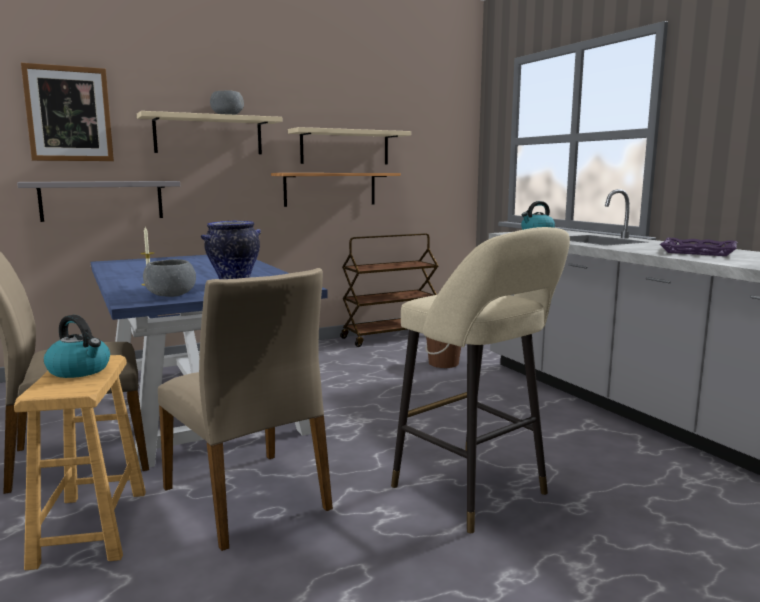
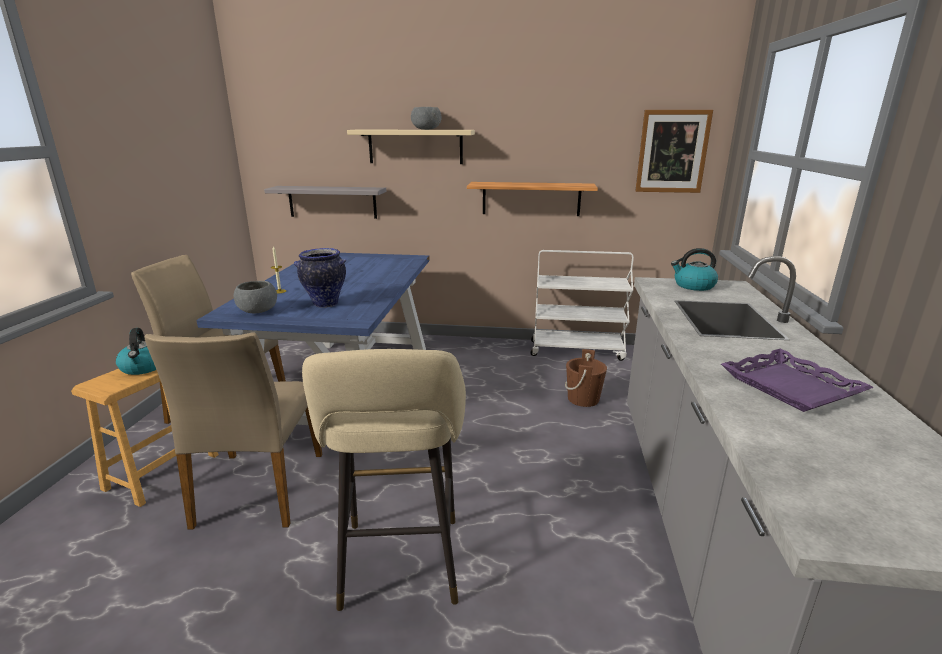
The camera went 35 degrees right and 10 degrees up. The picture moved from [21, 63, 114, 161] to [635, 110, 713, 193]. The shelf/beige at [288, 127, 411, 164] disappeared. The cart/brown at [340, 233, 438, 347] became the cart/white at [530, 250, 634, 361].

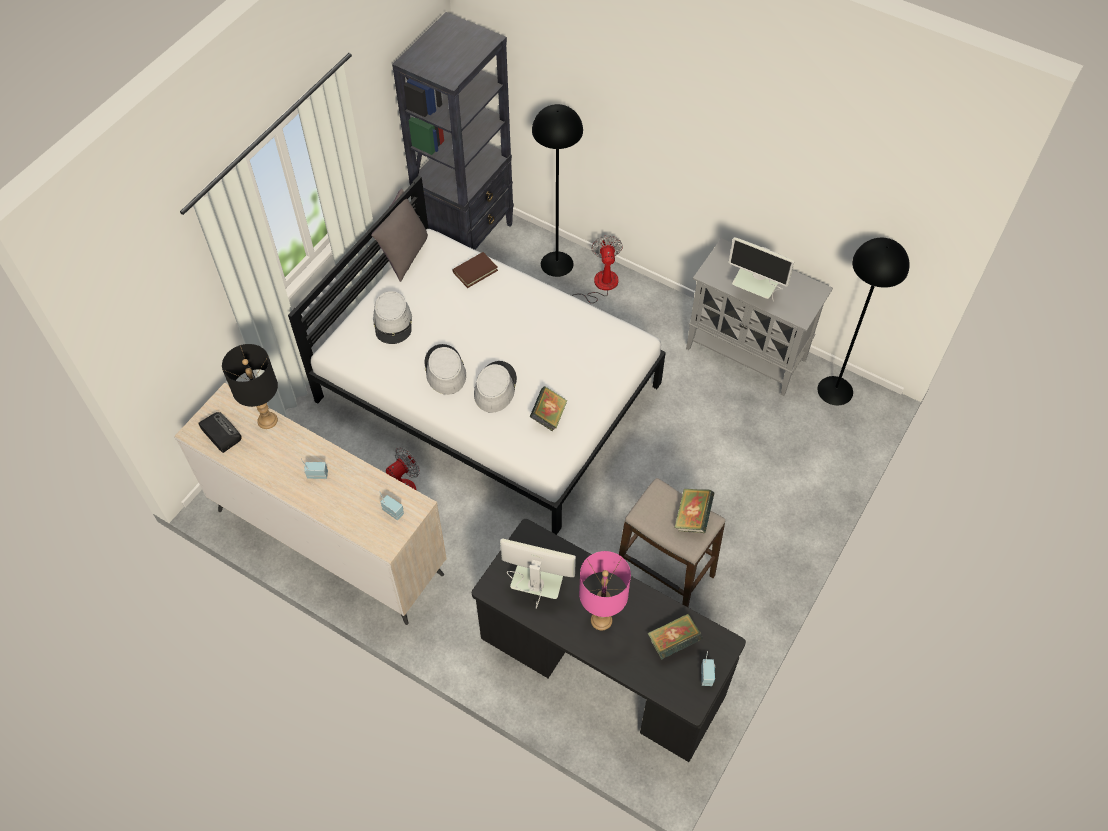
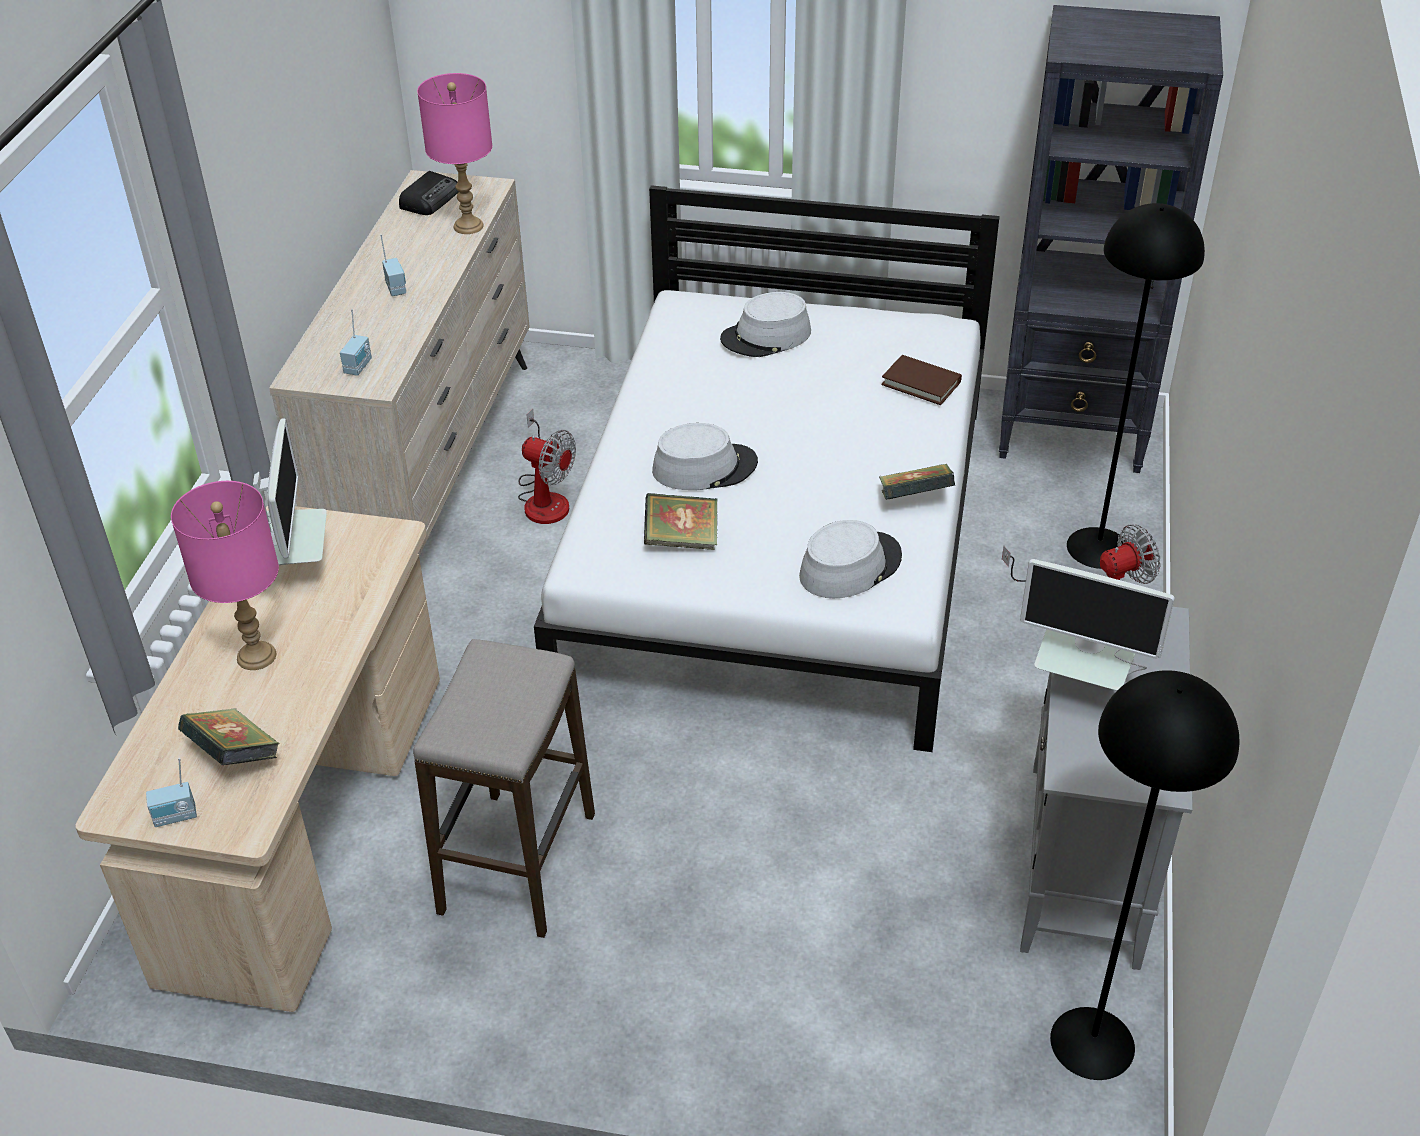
The camera went 70 degrees right and 15 degrees down. The table lamp/black at [222, 344, 278, 429] became the table lamp/pink at [417, 73, 492, 234]. The pillow/grey at [371, 189, 428, 282] disappeared. The hat/grey moved from [424, 344, 466, 395] to [799, 520, 902, 598]. The desk/black at [472, 519, 746, 762] became the desk/beige at [75, 506, 440, 1012]. The book moved from [674, 489, 714, 533] to [879, 464, 955, 500]. The monitor at [728, 237, 794, 301] turned 75 degrees counterclockwise.

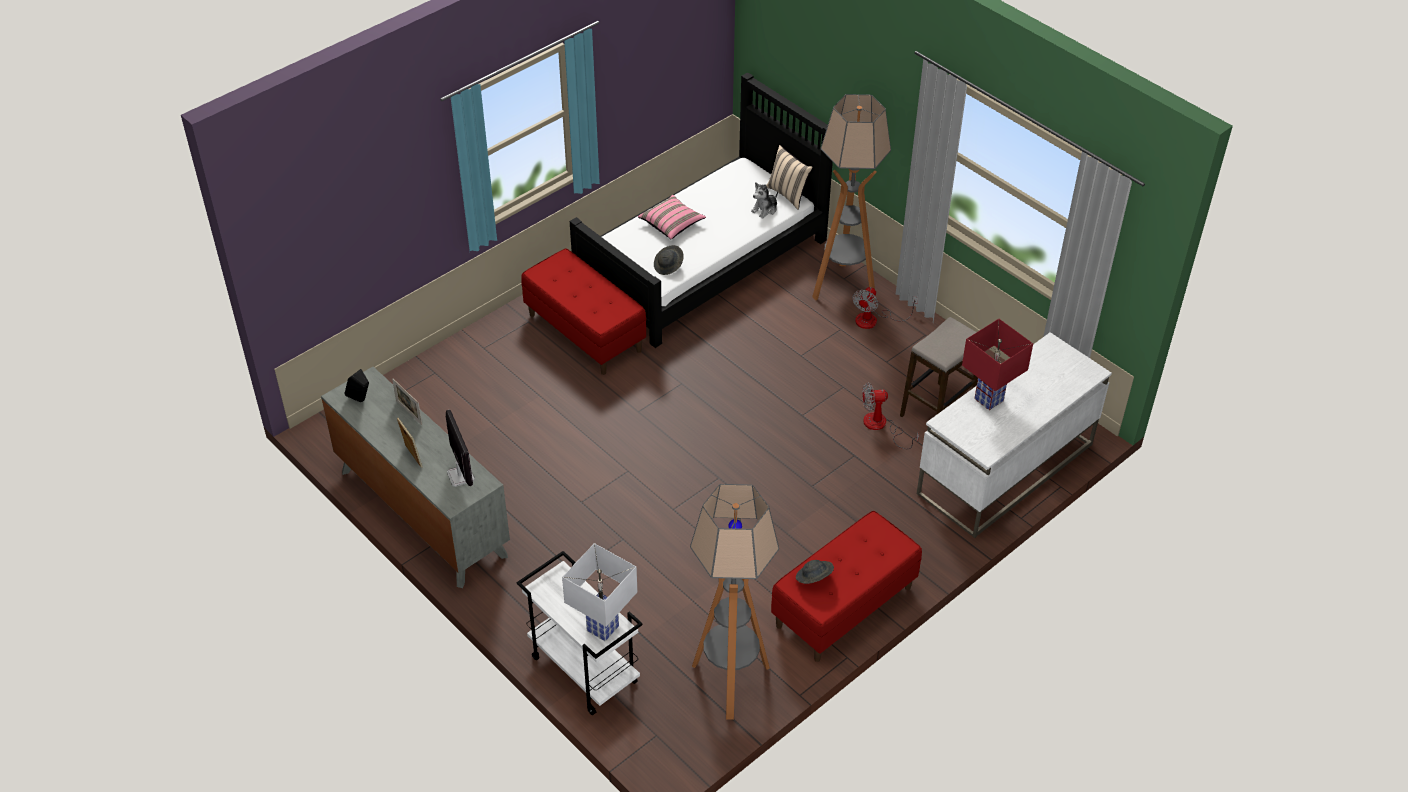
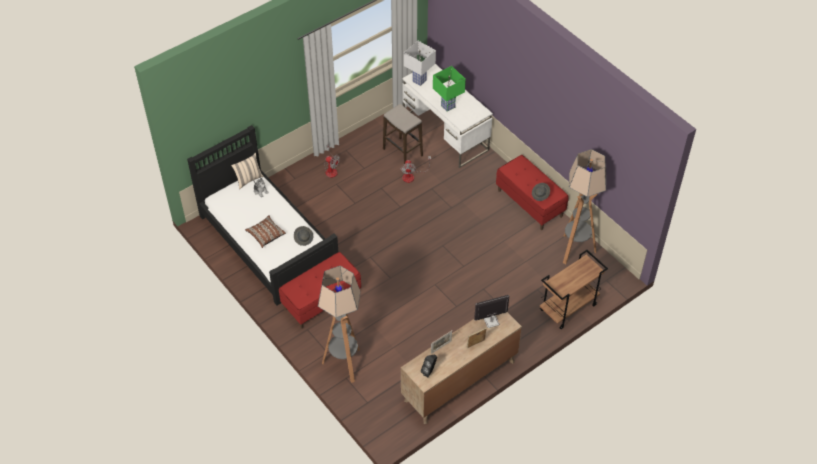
The camera went 85 degrees left and 5 degrees up. The dresser/grey at [321, 367, 510, 588] became the dresser/brown at [401, 312, 522, 424]. The cart/white at [517, 551, 643, 715] became the cart/brown at [540, 250, 608, 329]. The table lamp/white moved from [562, 543, 637, 641] to [404, 41, 436, 86]. The pillow/pink at [638, 195, 706, 239] became the pillow/brown at [245, 215, 286, 248]. The floor lamp moved from [812, 94, 891, 301] to [318, 266, 361, 383]. The table lamp/red at [962, 319, 1033, 410] became the table lamp/green at [433, 66, 466, 112].

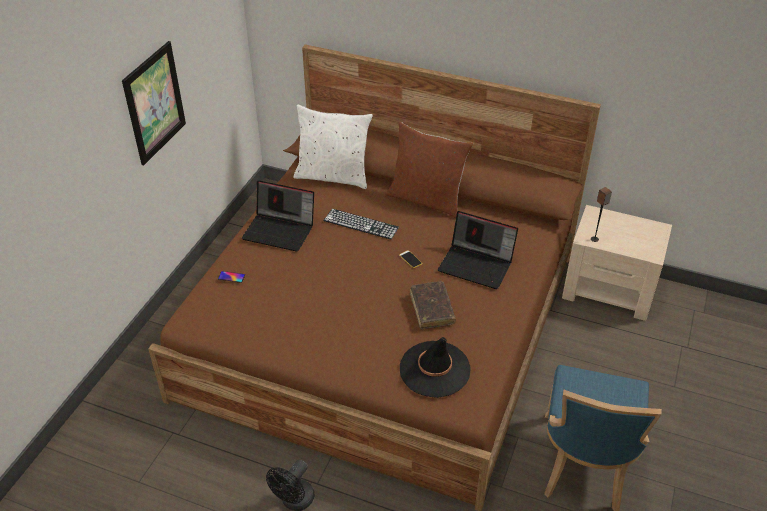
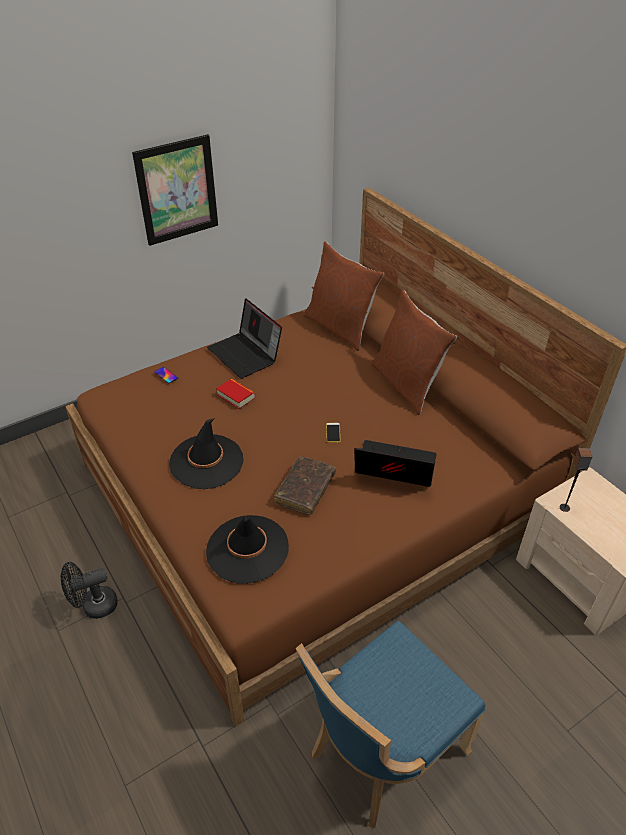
The camera went 35 degrees right and 0 degrees up. The pillow/white at [294, 104, 373, 189] became the pillow/brown at [304, 241, 384, 351]. The keyboard at [323, 209, 399, 239] disappeared. The laptop at [438, 211, 518, 289] turned 135 degrees clockwise. The hat/black at [169, 418, 244, 489] appeared. The book at [216, 379, 255, 409] appeared.

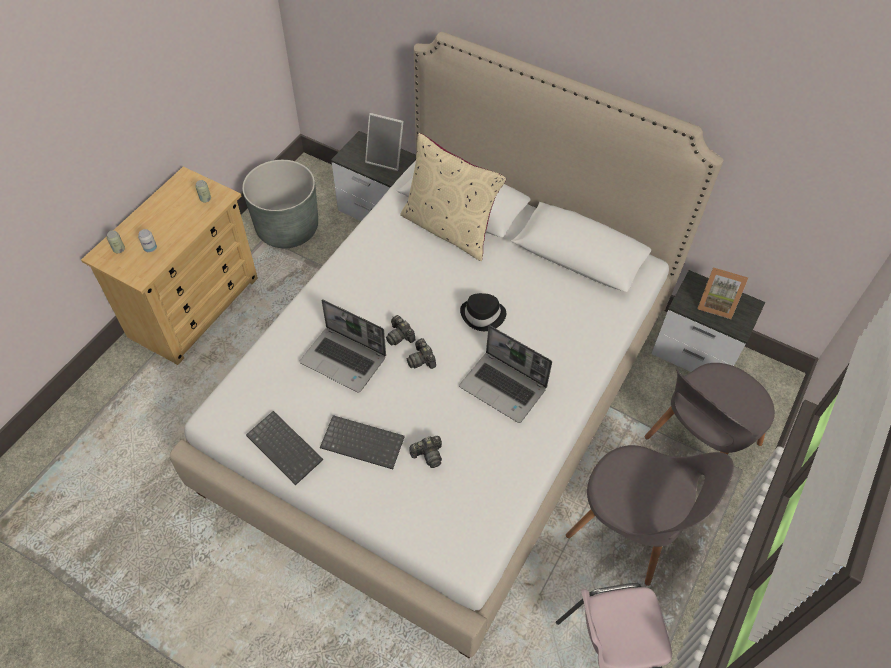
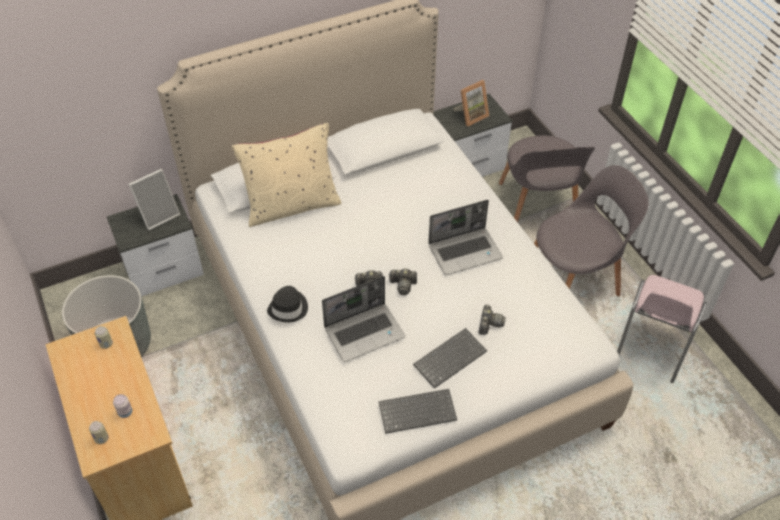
The camera went 55 degrees left and 5 degrees down. The hat/black moved from [460, 293, 506, 331] to [267, 286, 308, 323].

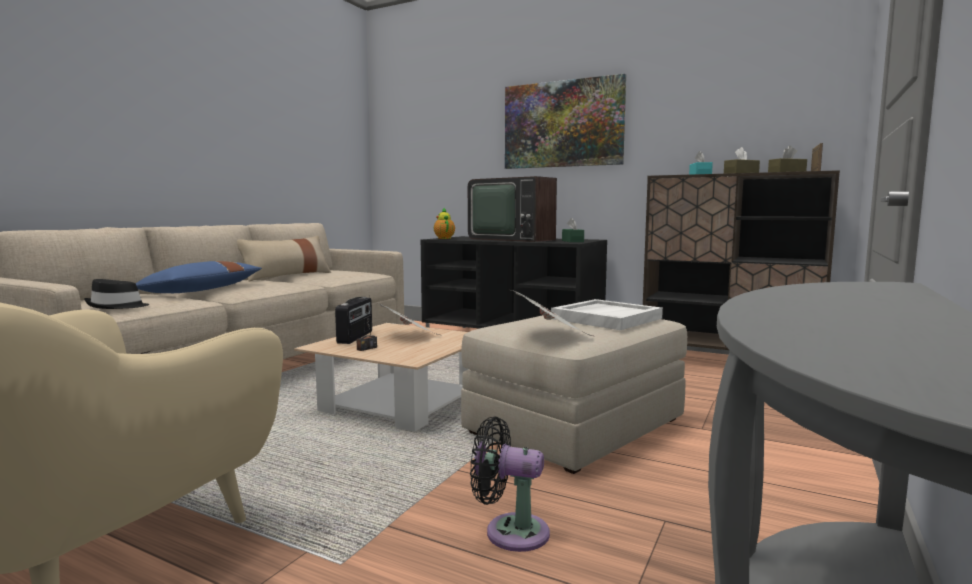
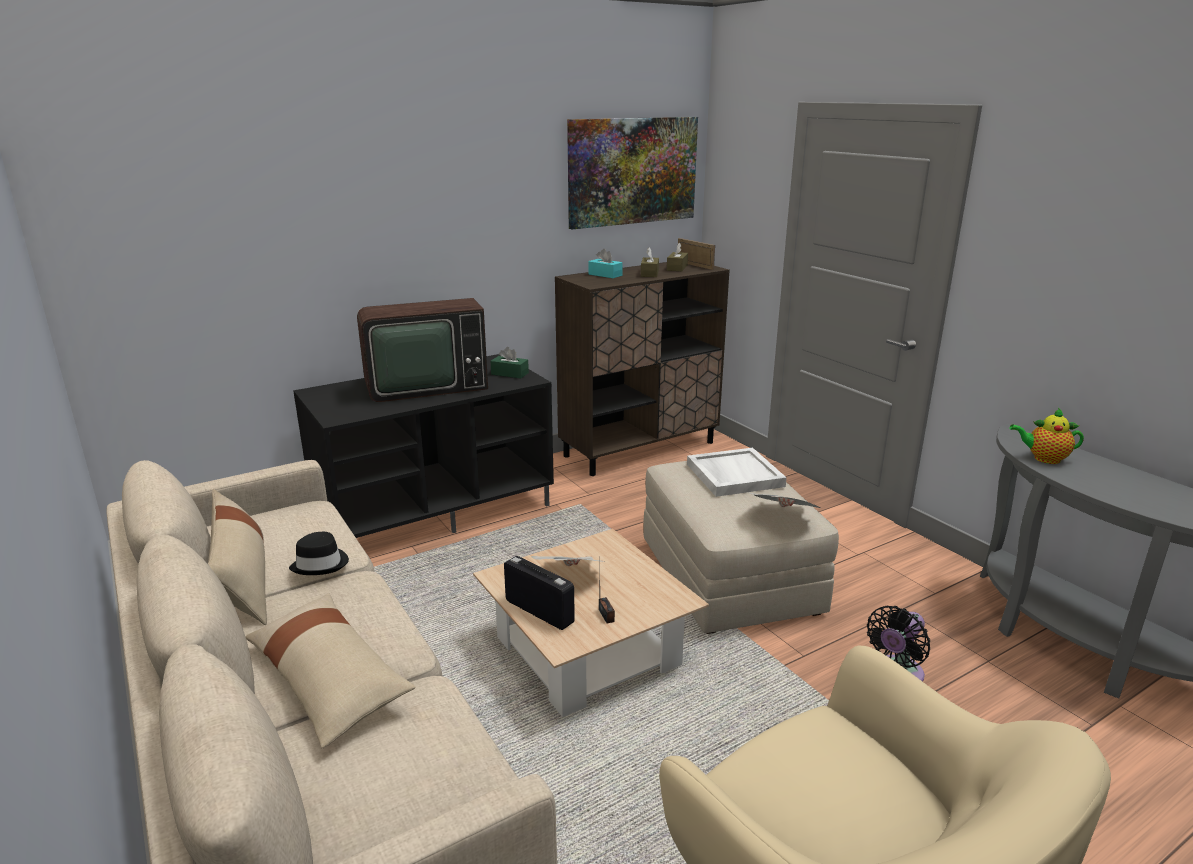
The camera went 60 degrees left and 15 degrees up. The hat/black moved from [84, 279, 150, 309] to [289, 532, 349, 575]. The pillow/blue at [135, 261, 262, 293] became the pillow/beige at [245, 593, 416, 748]. The teapot moved from [434, 208, 455, 239] to [1010, 408, 1084, 464]. The picture moved from [505, 74, 626, 169] to [567, 117, 698, 229].

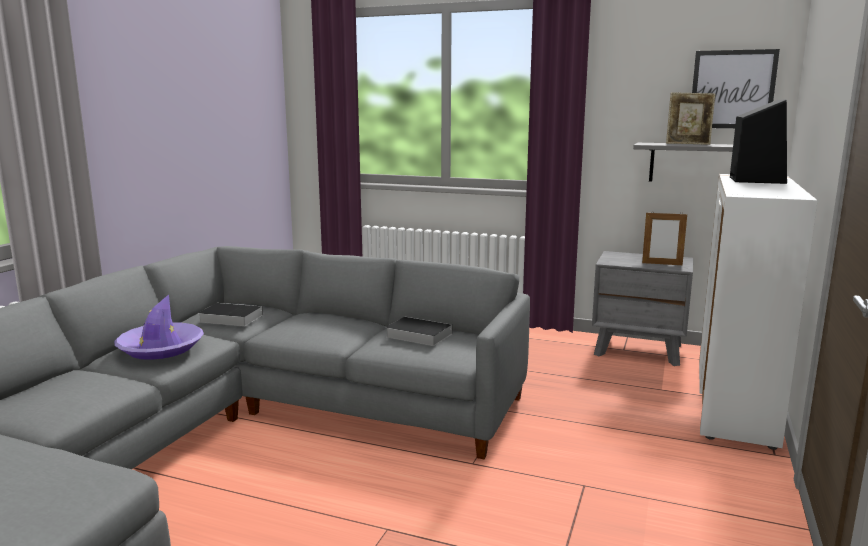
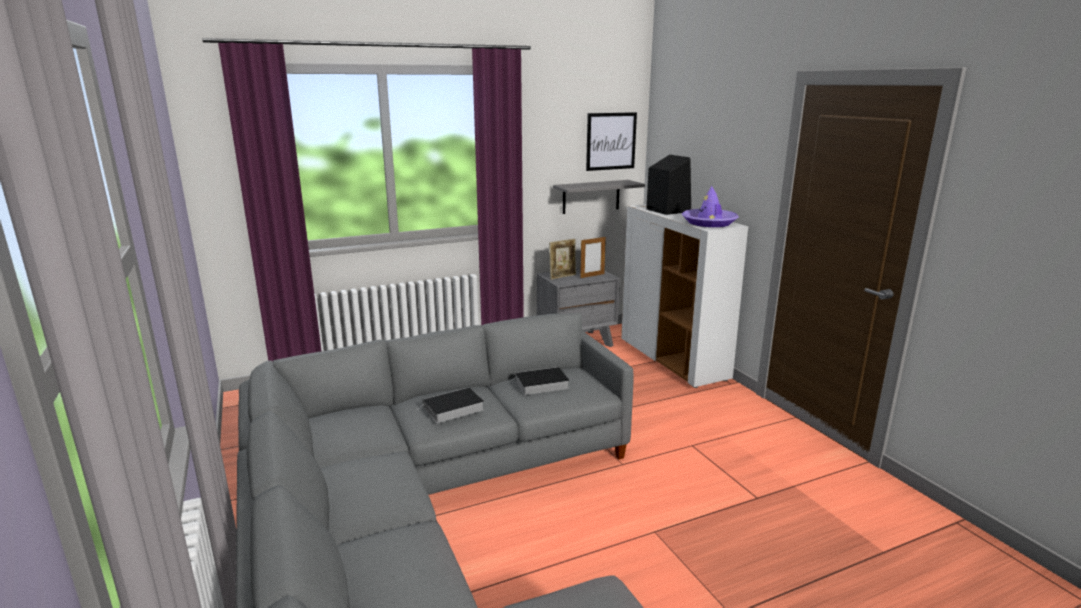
The camera went 45 degrees left and 5 degrees up. The hat/purple moved from [114, 295, 204, 360] to [682, 186, 739, 227]. The book moved from [198, 303, 263, 327] to [415, 387, 484, 423]. The picture frame moved from [666, 92, 716, 145] to [549, 239, 576, 280].

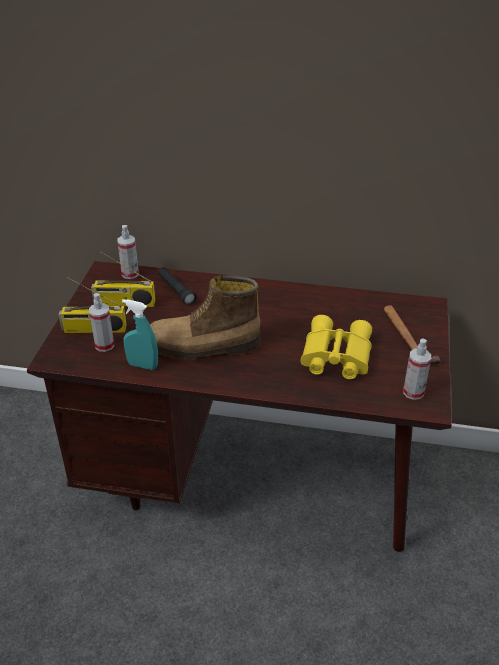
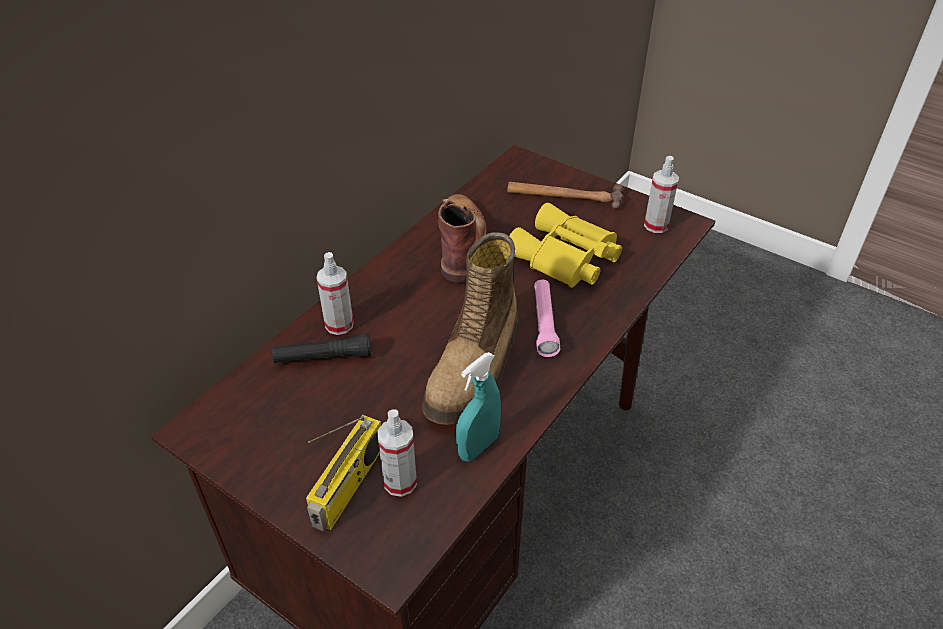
The camera went 65 degrees left and 5 degrees up. The radio at [91, 251, 155, 307] disappeared. The spray bottle moved from [117, 225, 139, 279] to [317, 252, 354, 335]. The boot/brown at [438, 194, 487, 283] appeared. The flashlight/pink at [534, 279, 560, 357] appeared.

